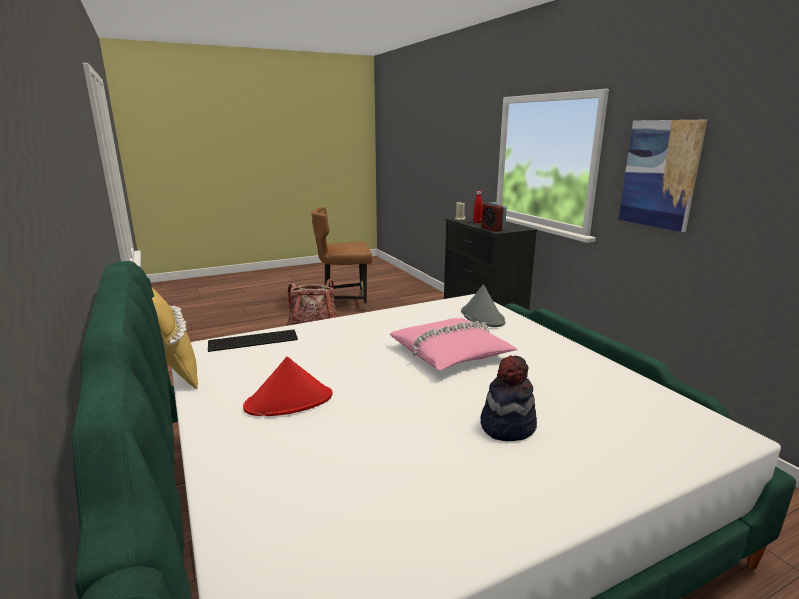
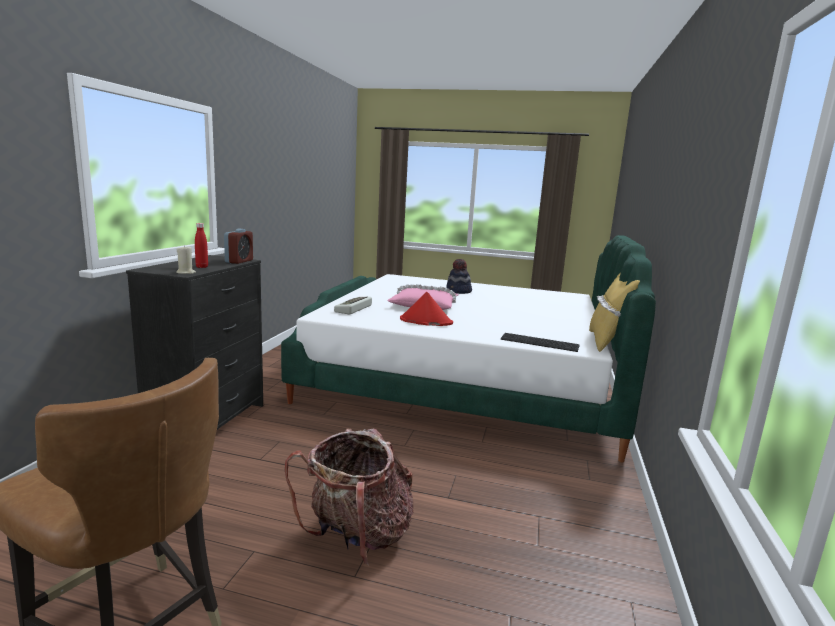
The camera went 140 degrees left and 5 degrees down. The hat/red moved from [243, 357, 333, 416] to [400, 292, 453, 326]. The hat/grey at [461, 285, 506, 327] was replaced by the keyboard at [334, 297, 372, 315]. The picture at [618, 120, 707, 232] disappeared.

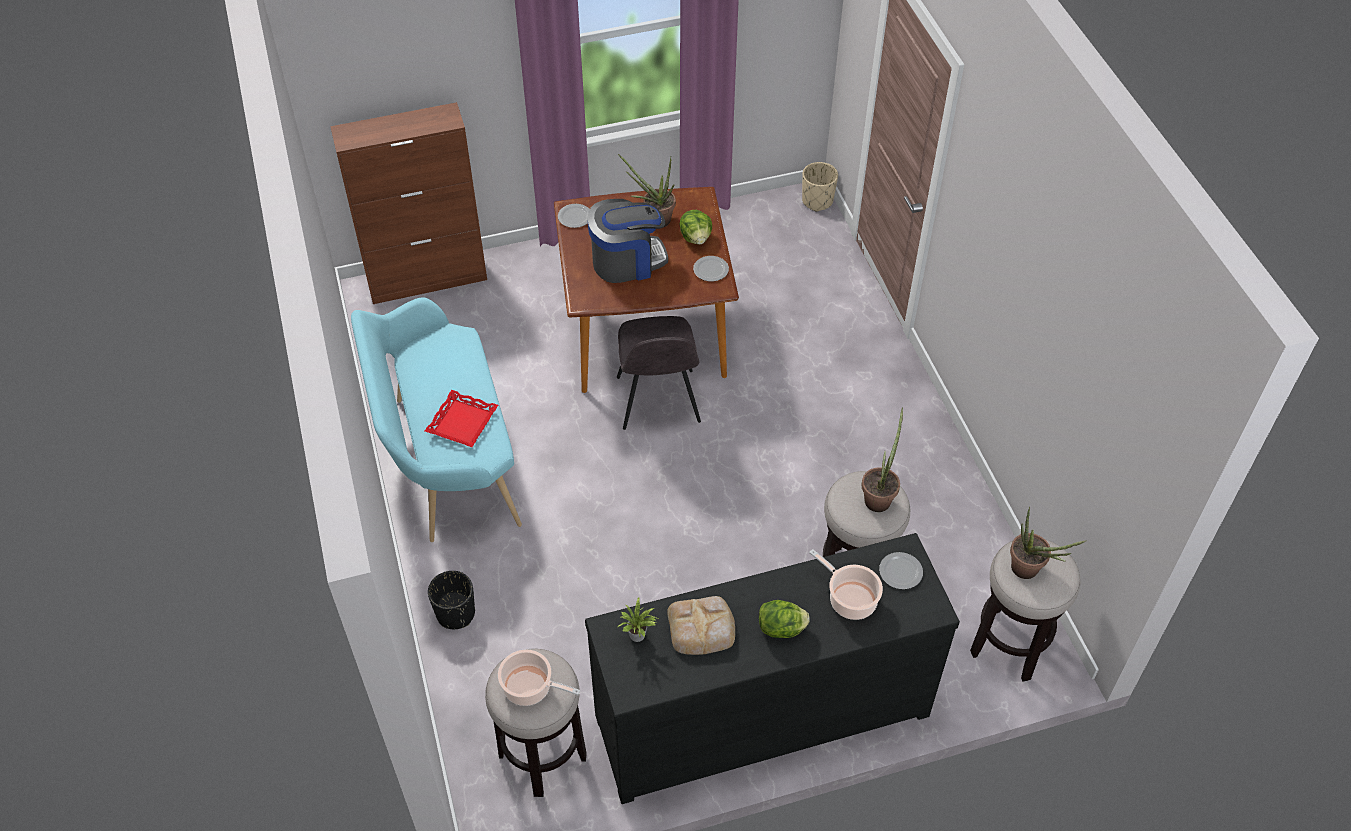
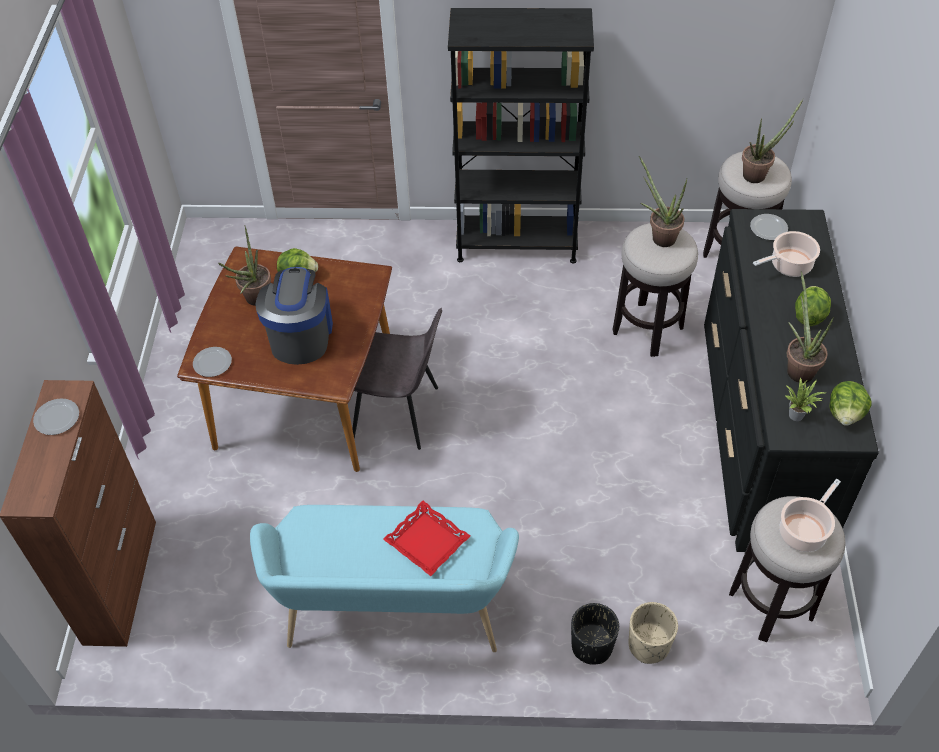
The camera went 70 degrees left and 0 degrees up. The bread at [667, 596, 735, 655] was replaced by the potted plant at [787, 271, 834, 383]. The plate moved from [693, 256, 729, 282] to [33, 398, 79, 435]. The planter/beige moved from [802, 162, 838, 212] to [628, 602, 678, 664]. The bookcase/black at [448, 8, 594, 264] appeared. The lettuce at [829, 381, 871, 426] appeared.

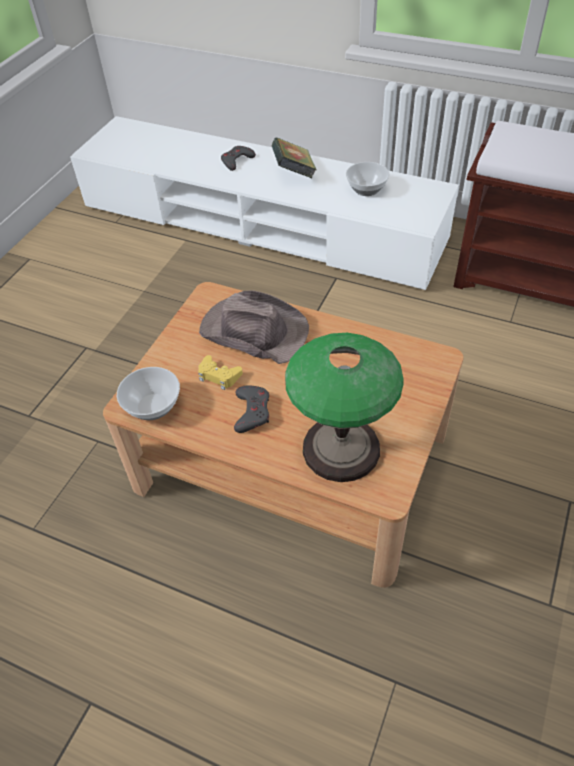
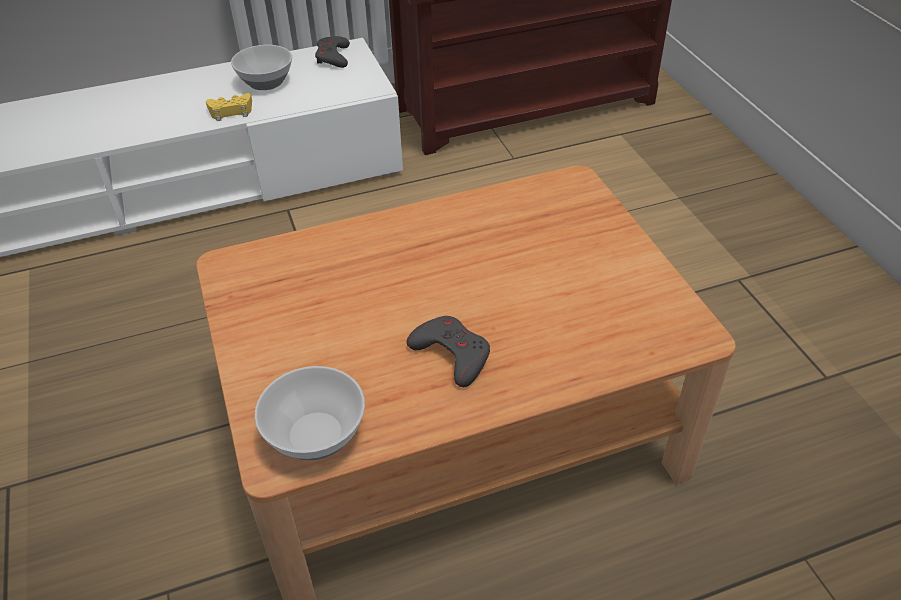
The camera went 45 degrees left and 5 degrees down. The game controller/yellow moved from [198, 355, 243, 390] to [206, 93, 252, 121]. The hat/brown at [199, 290, 309, 364] disappeared. The game controller/grey moved from [221, 146, 256, 171] to [315, 36, 350, 68]. The book at [272, 138, 317, 178] disappeared. The table lamp at [285, 333, 404, 482] disappeared.

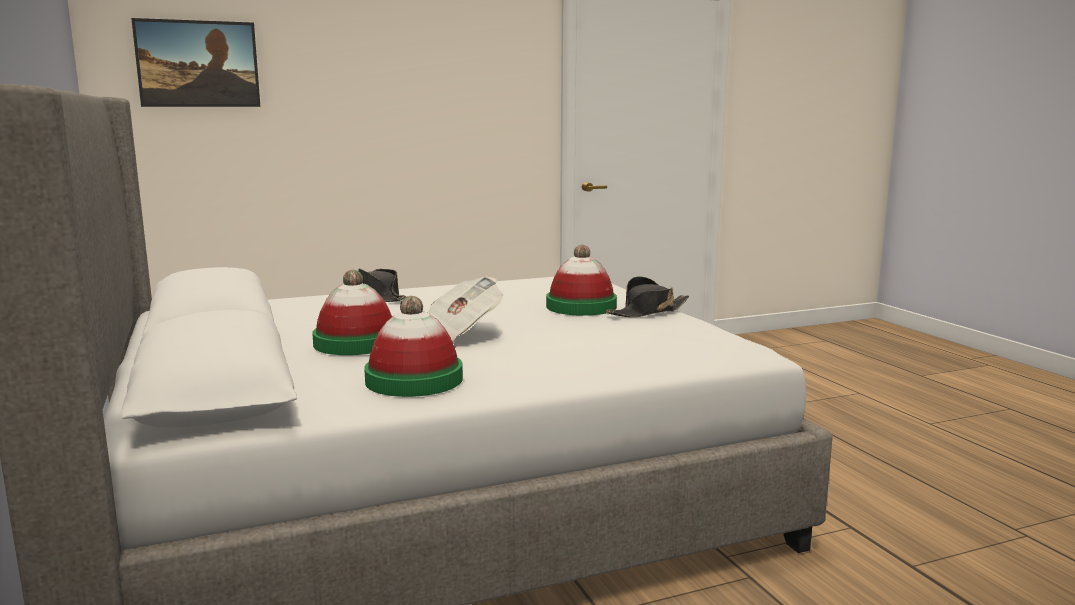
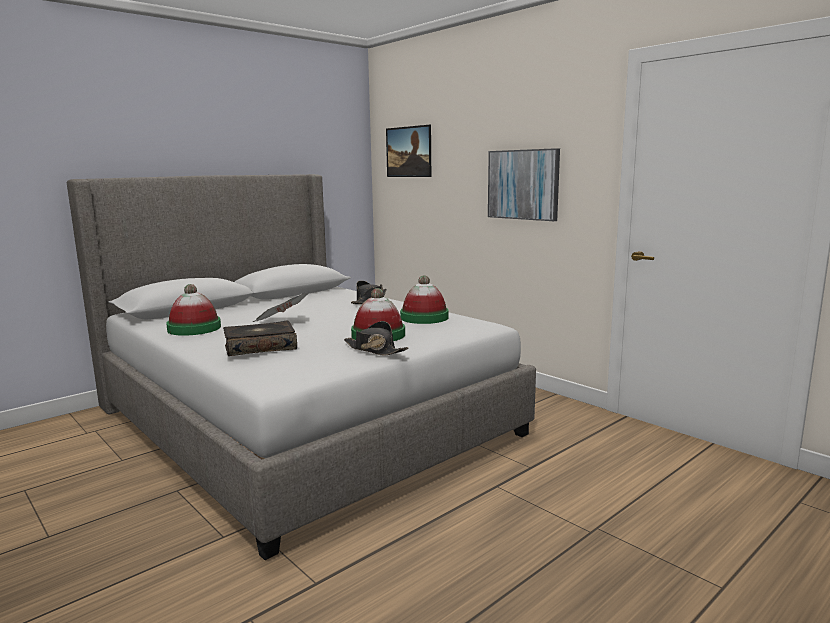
The camera went 70 degrees right and 0 degrees up. The hat moved from [312, 270, 392, 355] to [400, 275, 449, 324]. The book at [223, 321, 297, 356] appeared. The picture at [488, 148, 560, 221] appeared.

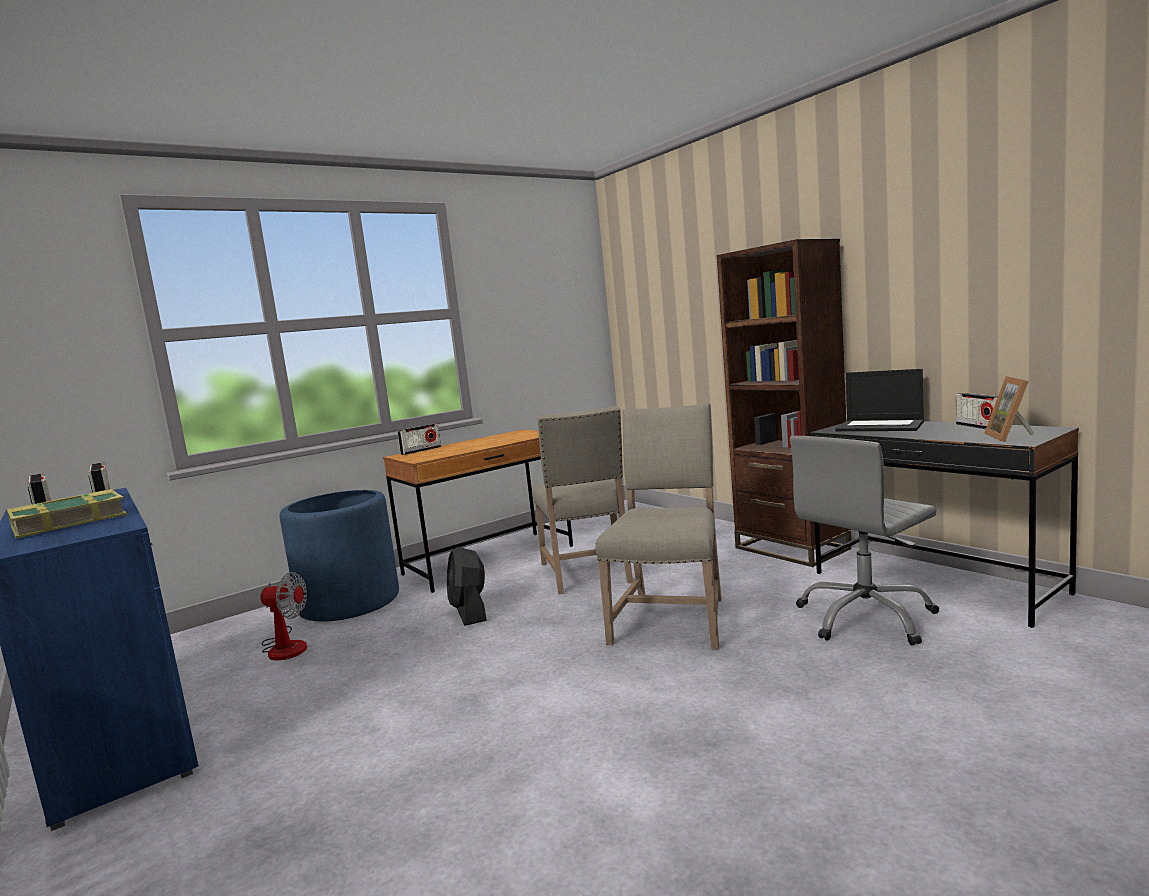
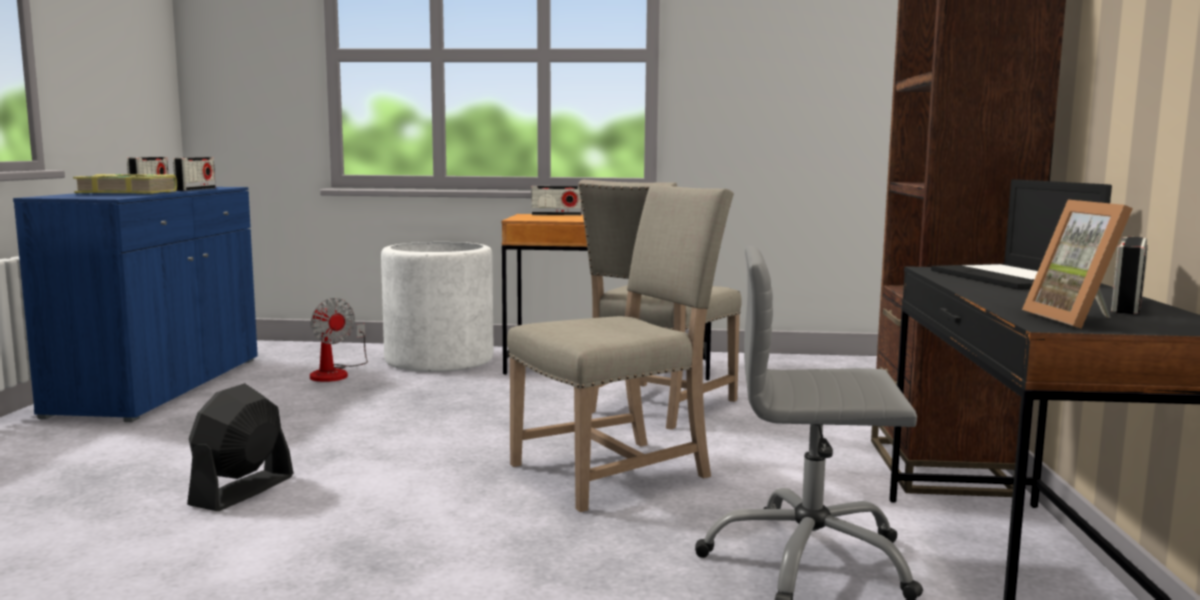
The camera went 40 degrees right and 0 degrees up. The planter/blue at [280, 490, 399, 622] became the planter/white at [381, 242, 494, 372]. The fan/black moved from [447, 547, 487, 626] to [187, 383, 293, 511]. The picture frame at [984, 376, 1034, 442] turned 60 degrees counterclockwise.

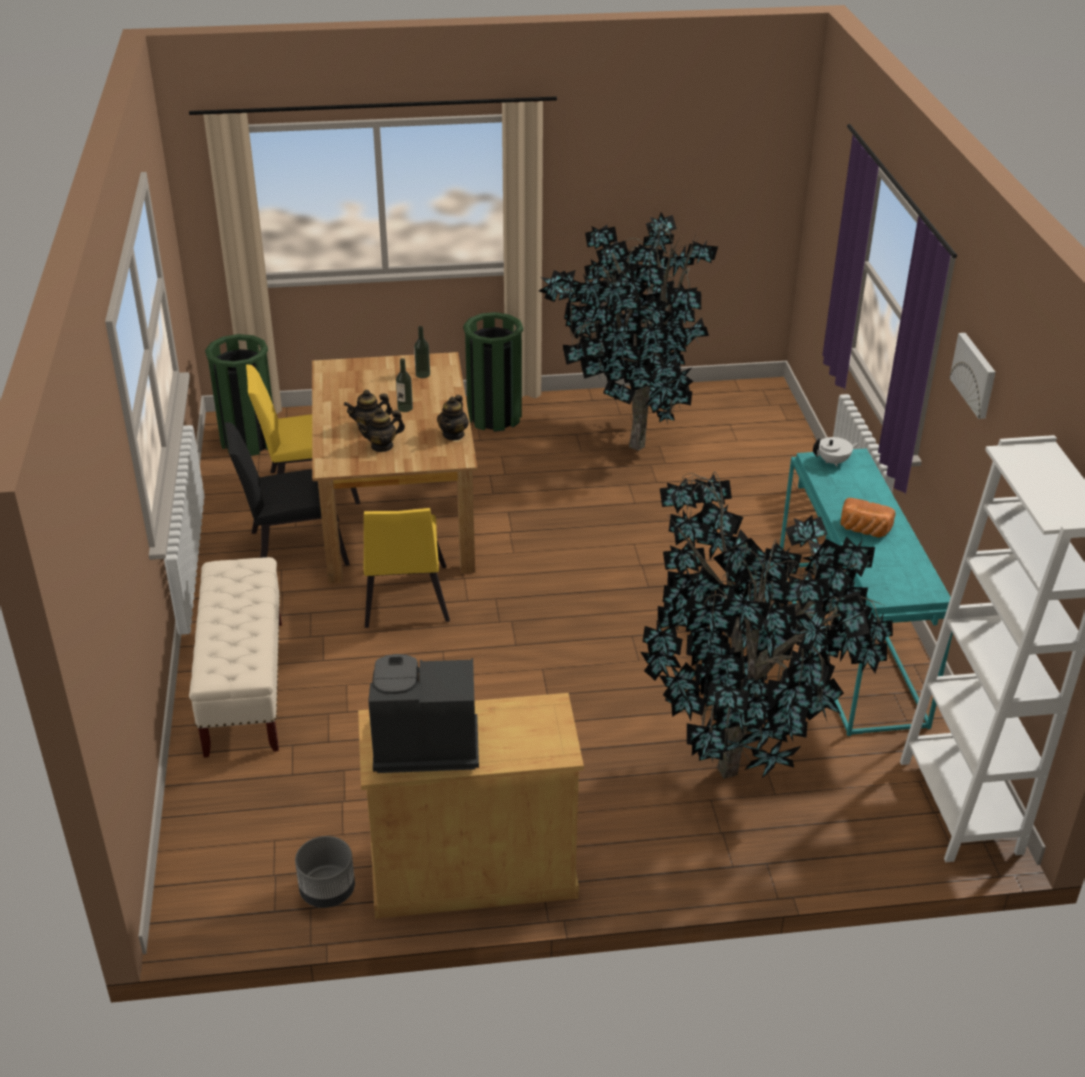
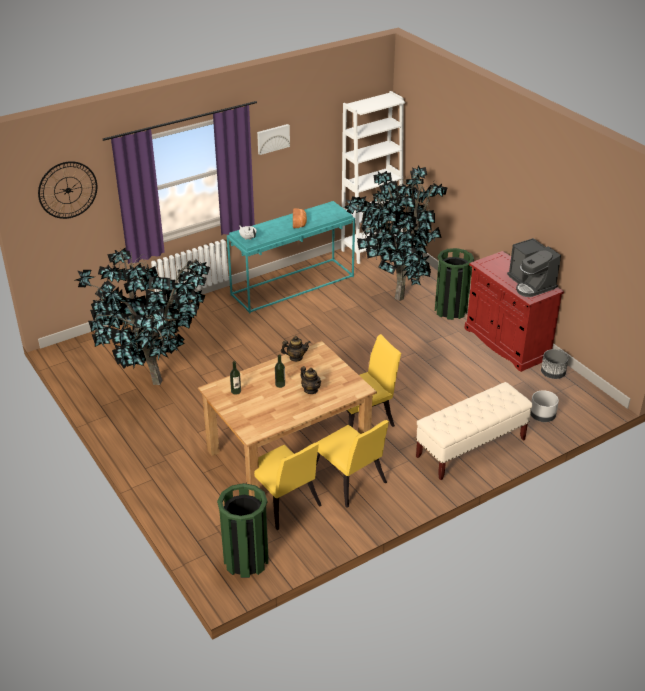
The camera went 115 degrees left and 0 degrees up. The chair/black at [225, 422, 350, 566] became the chair/yellow at [316, 420, 389, 508]. The teapot at [357, 408, 405, 452] disappeared. The cabinet/beige at [358, 693, 584, 919] became the cabinet/red at [464, 251, 564, 372]. The trash can/green moved from [463, 312, 523, 432] to [435, 248, 474, 320]. The wall clock at [38, 161, 97, 219] appeared. The planter/grey at [531, 390, 559, 422] appeared.

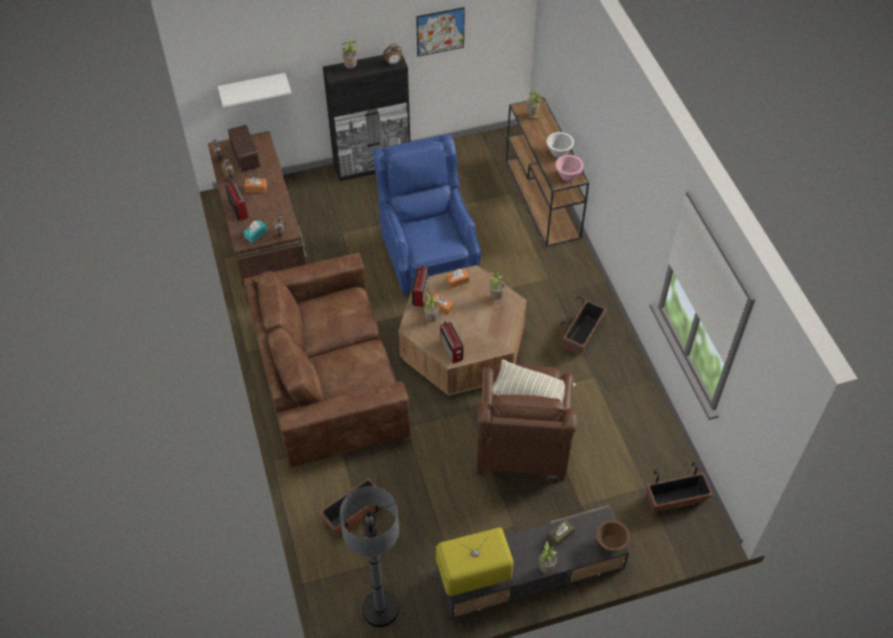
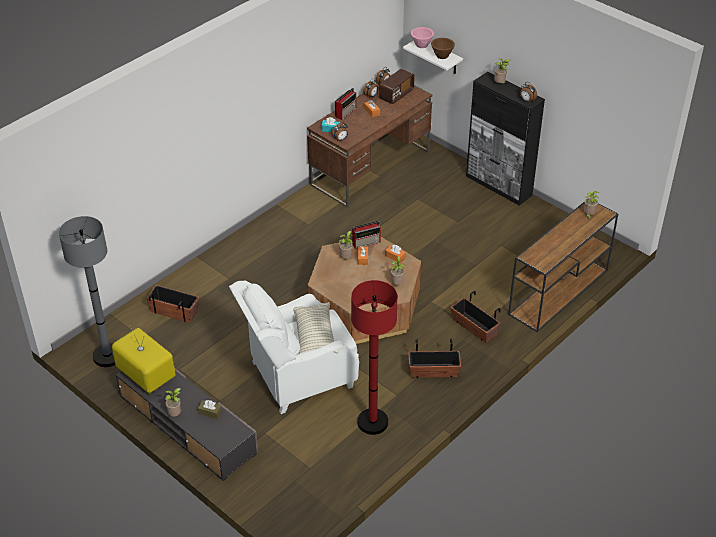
The camera went 60 degrees right and 10 degrees down. The sofa/brown at [243, 253, 411, 467] disappeared. The armchair/blue at [372, 134, 481, 296] disappeared. The picture at [416, 7, 465, 57] disappeared. The radio at [440, 321, 464, 364] disappeared. The armchair/brown at [477, 364, 578, 481] became the armchair/white at [229, 281, 359, 414]. The bowl/white at [547, 132, 574, 158] disappeared. The bowl/pink moved from [555, 155, 584, 181] to [411, 27, 434, 48]. The bowl/brown moved from [596, 520, 630, 553] to [431, 38, 455, 59]. The planter moved from [647, 462, 713, 513] to [450, 291, 501, 343]. The floor lamp/red at [351, 280, 398, 435] appeared.

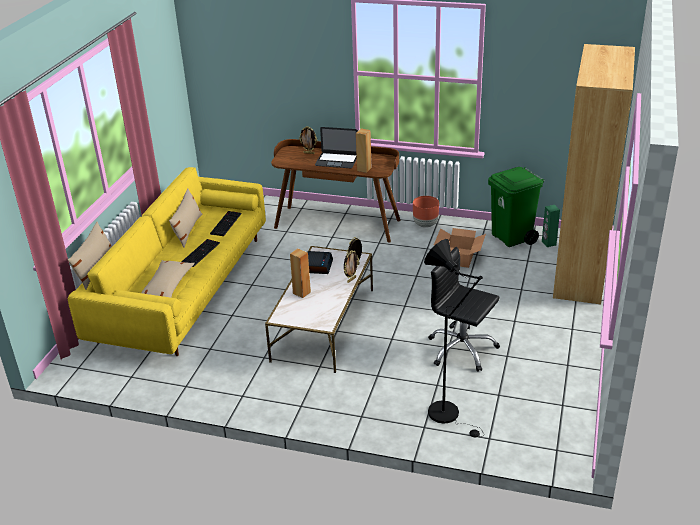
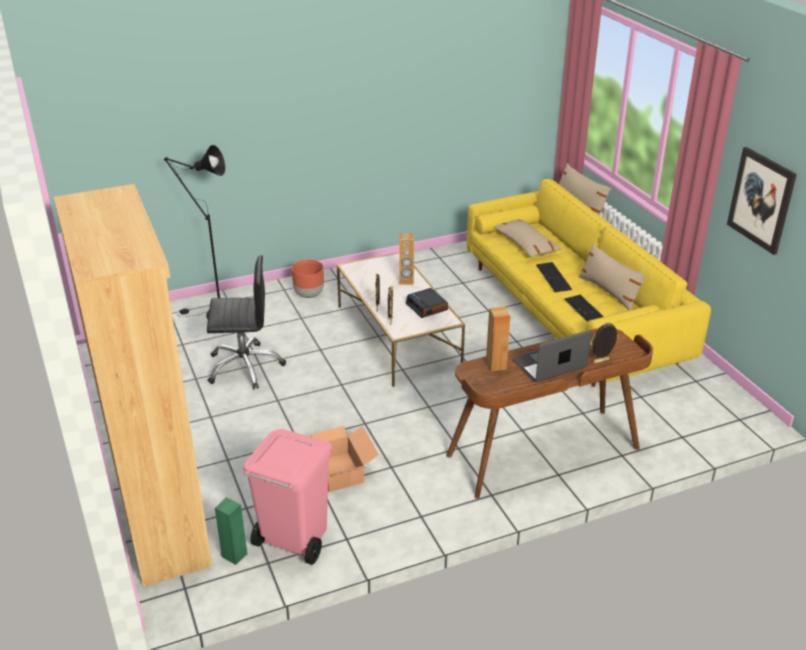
The camera went 140 degrees right and 0 degrees up. The planter/brown moved from [413, 196, 439, 228] to [292, 260, 324, 298]. The trash can/green at [488, 167, 545, 247] became the trash can/pink at [244, 429, 332, 565]. The picture at [727, 147, 797, 255] appeared.

